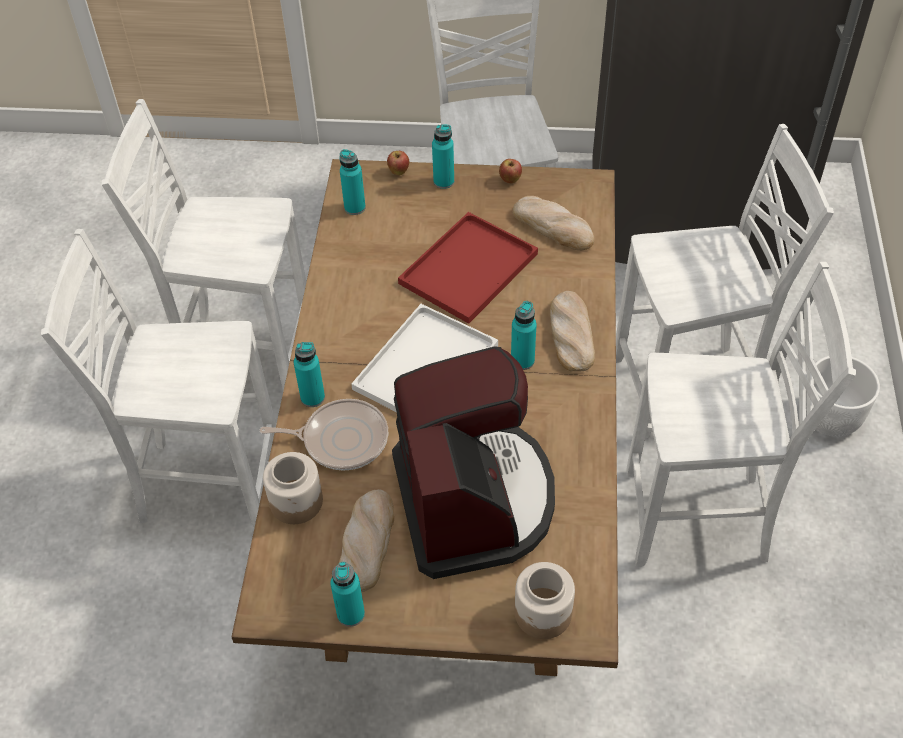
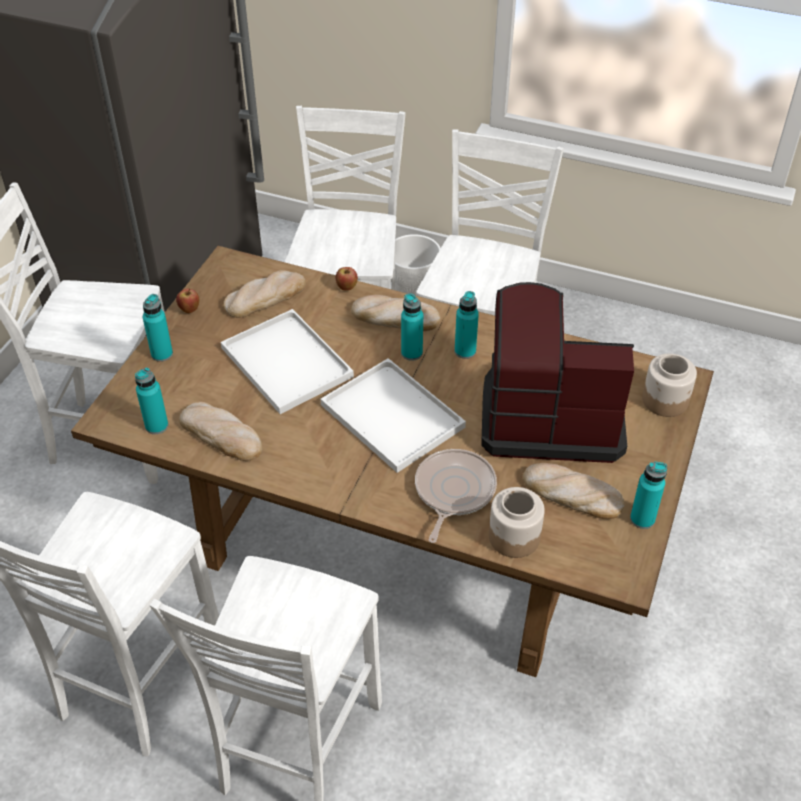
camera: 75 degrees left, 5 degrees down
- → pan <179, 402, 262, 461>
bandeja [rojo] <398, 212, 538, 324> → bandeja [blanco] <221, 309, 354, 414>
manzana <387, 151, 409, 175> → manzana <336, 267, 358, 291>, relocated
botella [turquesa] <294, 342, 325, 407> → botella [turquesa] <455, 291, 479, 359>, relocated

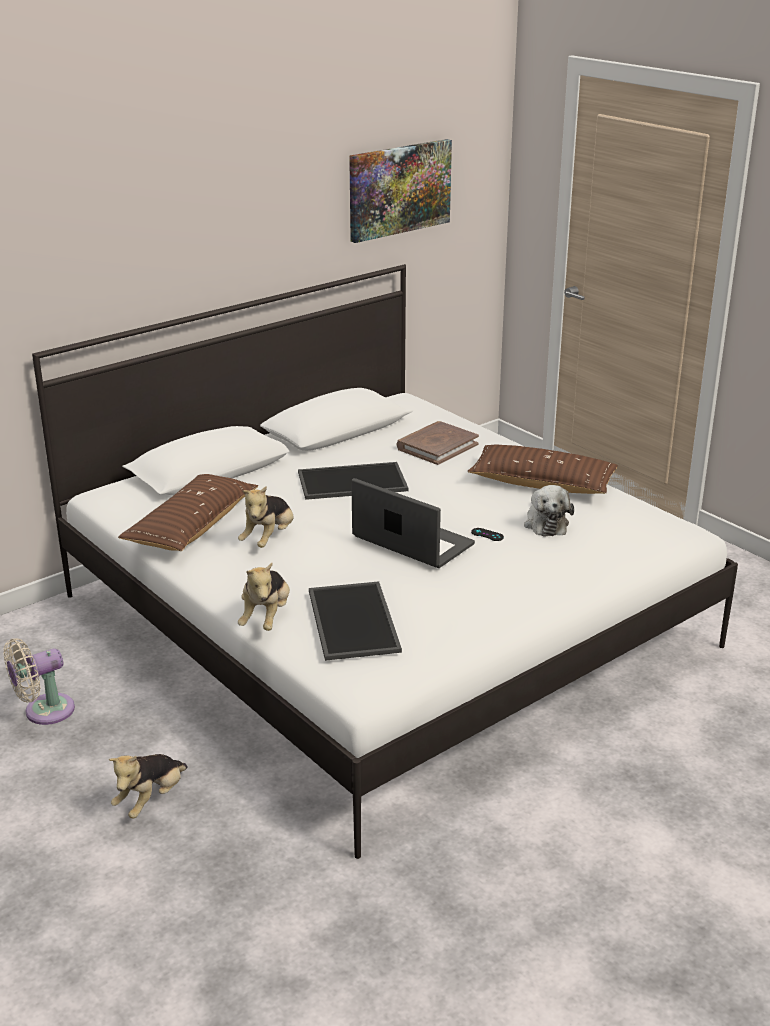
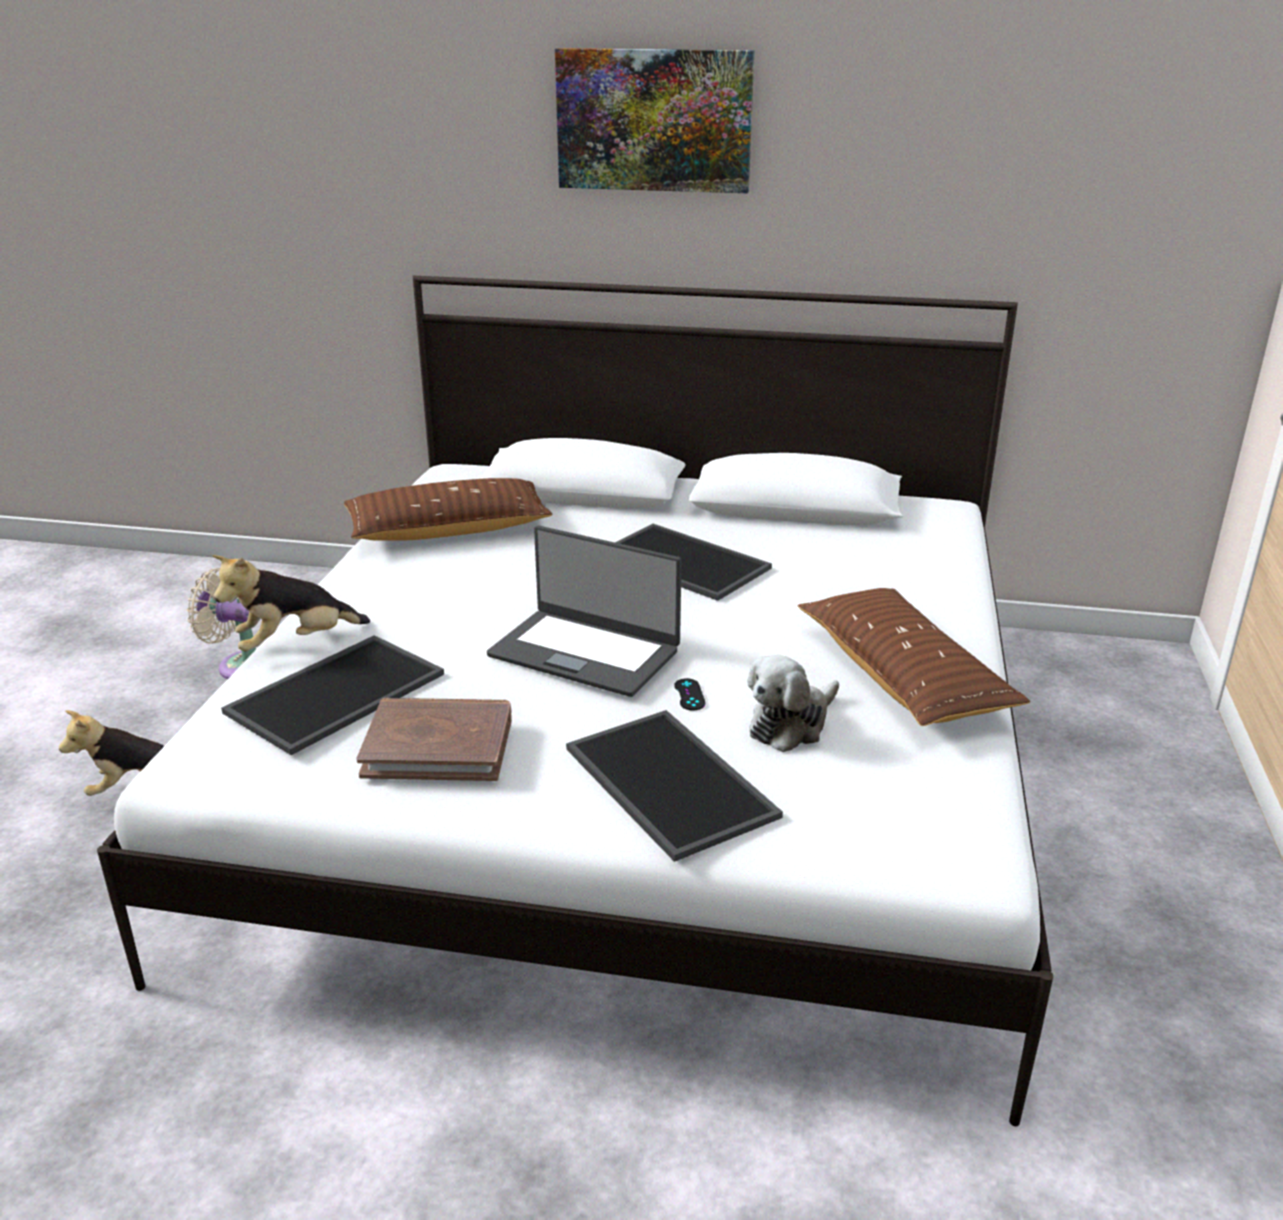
camera: 50 degrees right, 0 degrees up
libro [marrón] <397, 421, 479, 465> → libro [marrón] <356, 698, 512, 781>, relocated
portátil <351, 478, 475, 568> → portátil <487, 526, 682, 697>, 120 degrees clockwise
cuadro <349, 139, 452, 243> → cuadro <555, 48, 755, 193>, relocated
- → bandeja <566, 710, 783, 862>
peluche <238, 486, 294, 548> → -

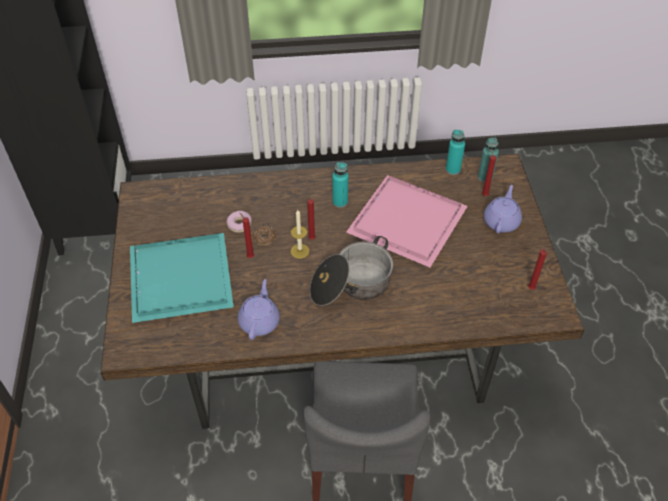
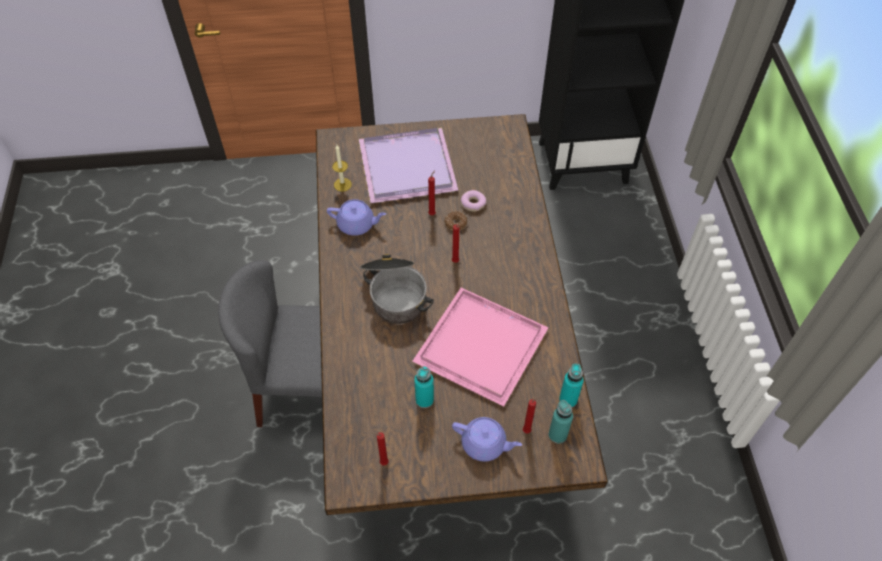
camera: 90 degrees right, 5 degrees up
vela <291, 210, 309, 259> → vela <332, 145, 352, 192>, relocated
bandeja [turquesa] <130, 233, 234, 323> → bandeja [morado] <359, 128, 459, 203>
botella [turquesa] <332, 162, 348, 208> → botella [turquesa] <414, 366, 434, 408>, relocated

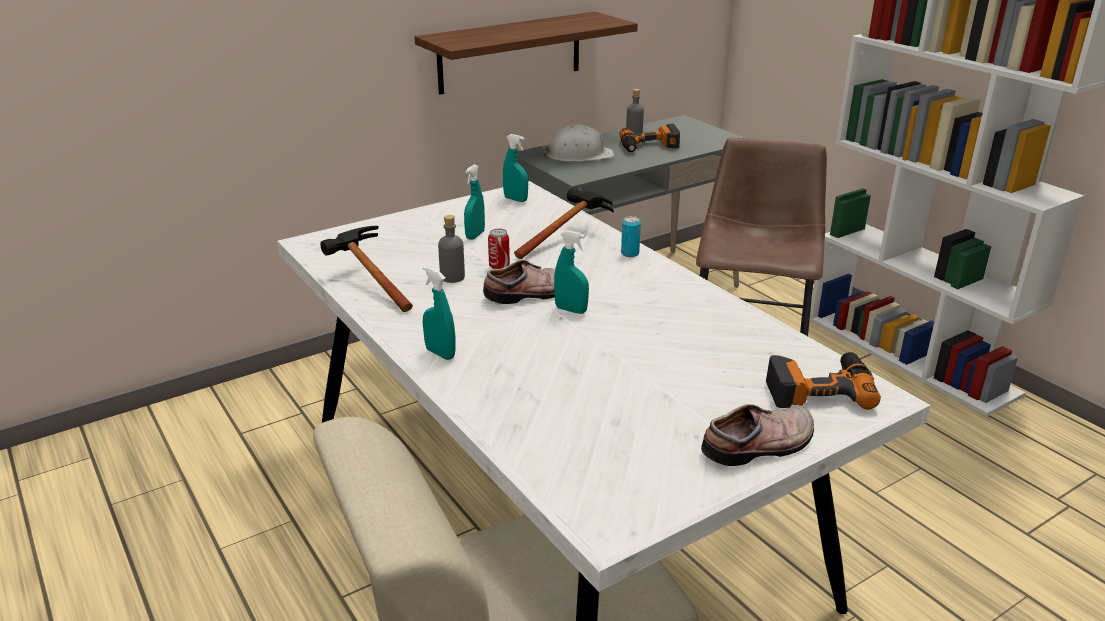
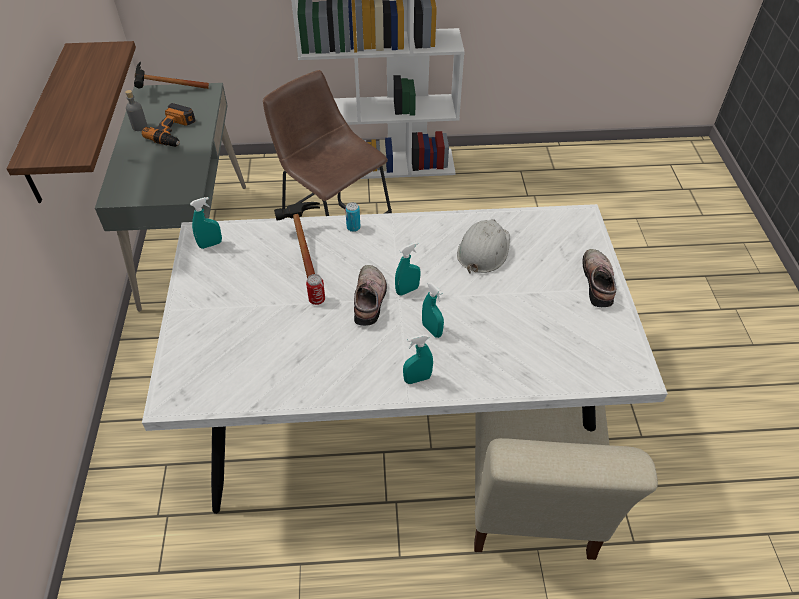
camera: 60 degrees left, 20 degrees up
martillo <321, 226, 413, 312> → martillo <134, 61, 209, 89>, relocated
pulverizador [turquesa] <464, 165, 485, 240> → pulverizador [turquesa] <422, 282, 444, 338>, relocated
casco [blanco] <542, 124, 614, 162> → casco [blanco] <457, 219, 510, 274>, relocated
botella [gris] <438, 215, 465, 283> → -
taladro <766, 352, 881, 410> → -

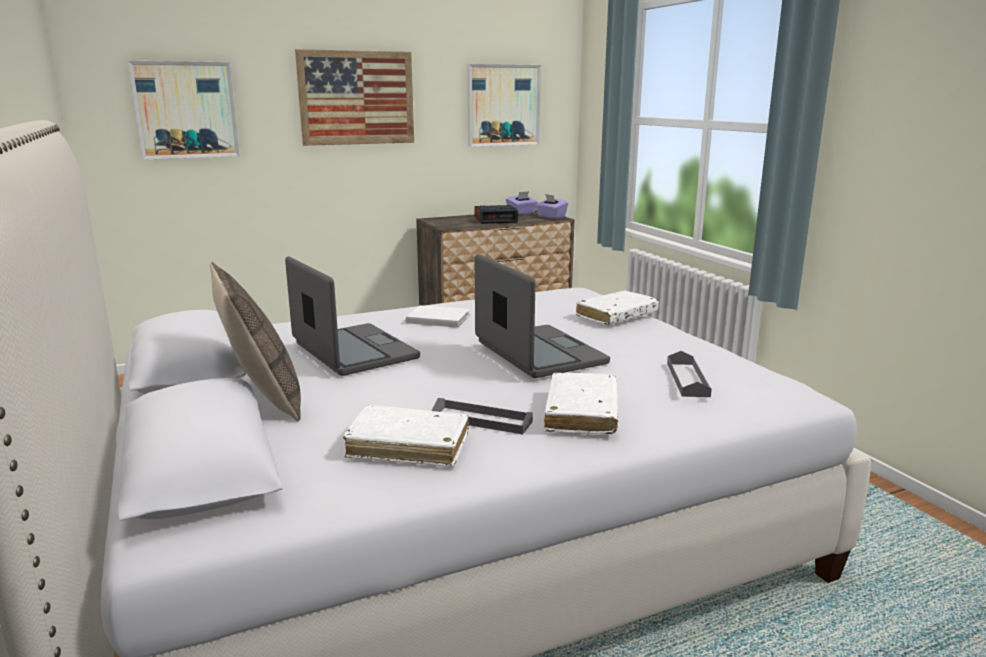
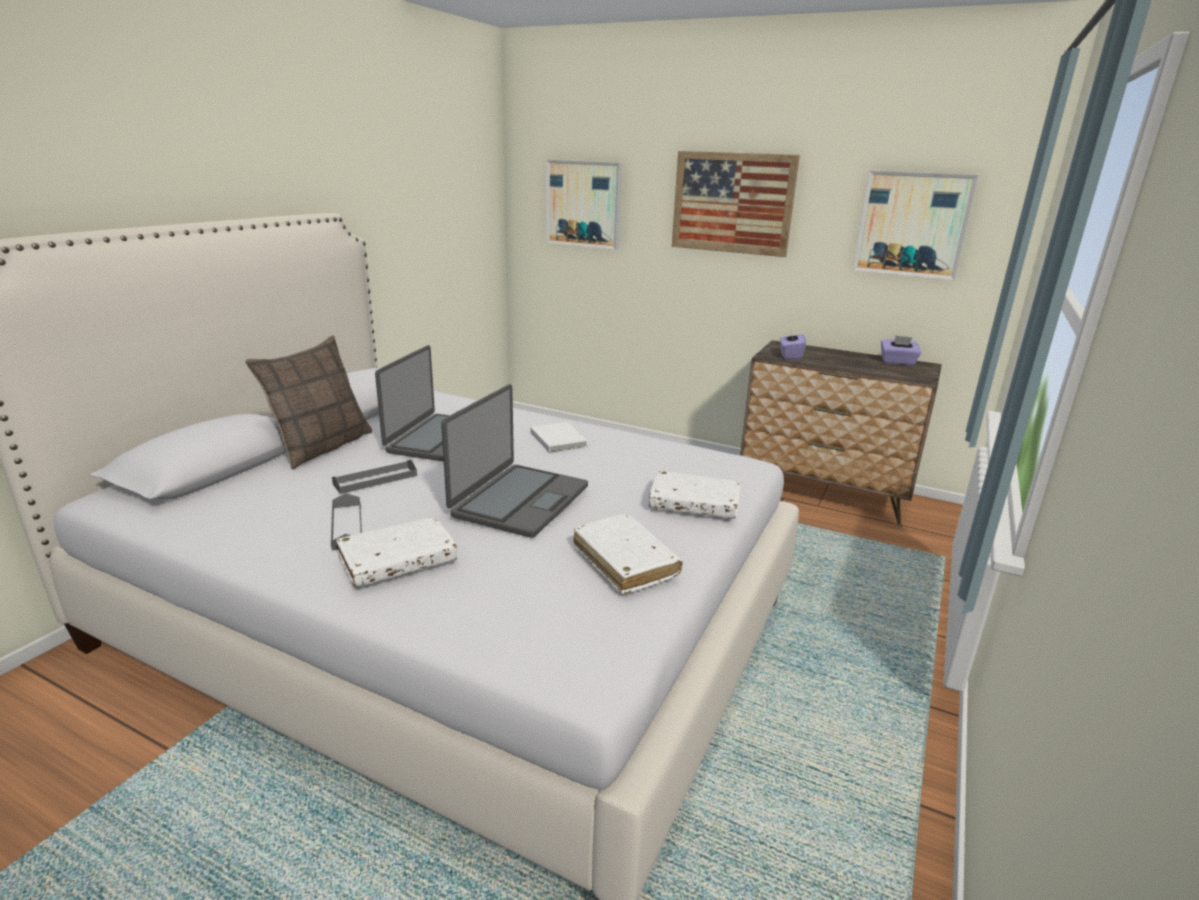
camera: 50 degrees right, 5 degrees up
bandeja [gris] <667, 351, 712, 397> → bandeja [gris] <332, 459, 417, 494>, relocated
libro [blanco] <343, 405, 469, 467> → libro [blanco] <573, 514, 683, 594>, relocated
caja de pañuelos [morado] <535, 194, 568, 219> → caja de pañuelos [morado] <780, 328, 806, 360>, relocated
despertador <474, 205, 518, 224> → -

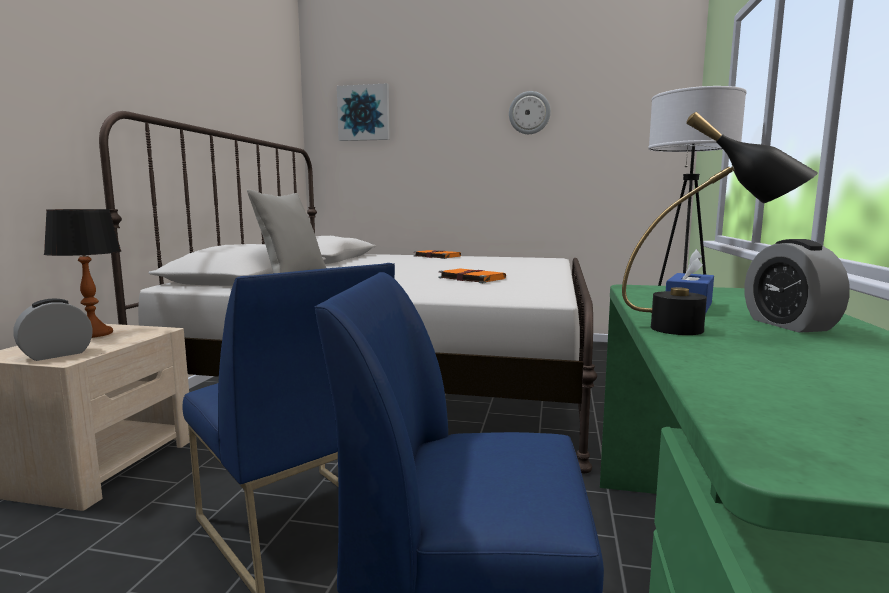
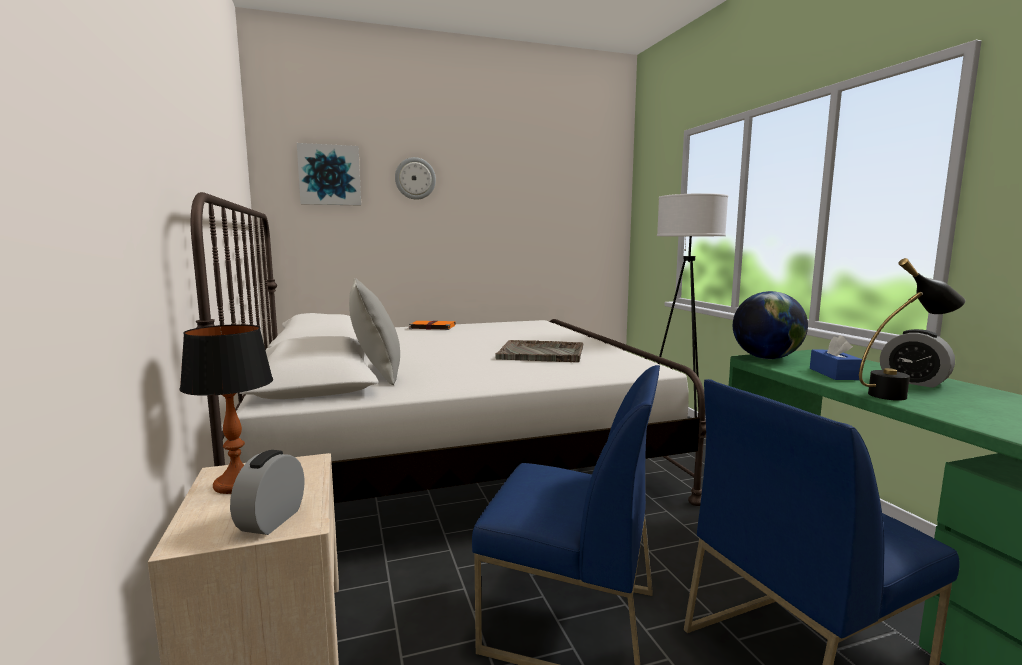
camera: 30 degrees left, 0 degrees up
reloj de pared <509, 91, 551, 134> → reloj de pared <395, 157, 436, 200>, relocated
libro [naranja] <438, 268, 506, 283> → bandeja [gris] <495, 340, 584, 362>
- → globo terráqueo <733, 291, 808, 359>

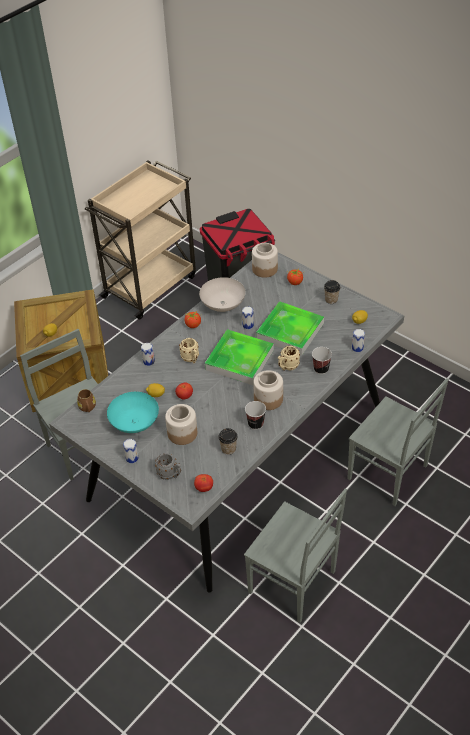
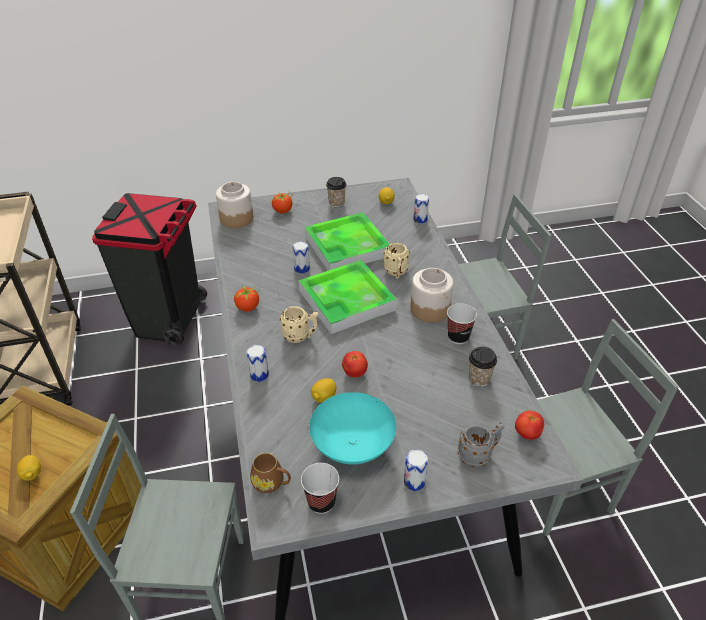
camera: 55 degrees left, 5 degrees down
taza <312, 347, 332, 374> → taza <301, 463, 339, 514>, relocated
tarro <165, 404, 197, 445> → -
cuenco [blanco] <199, 277, 245, 312> → -

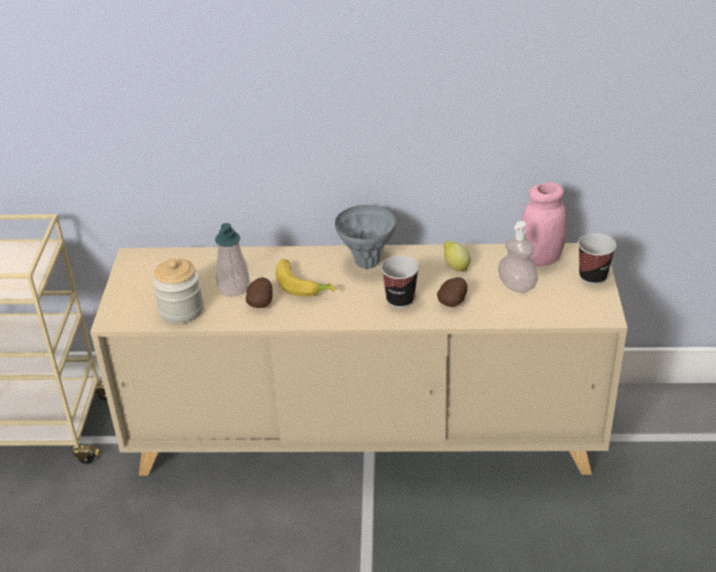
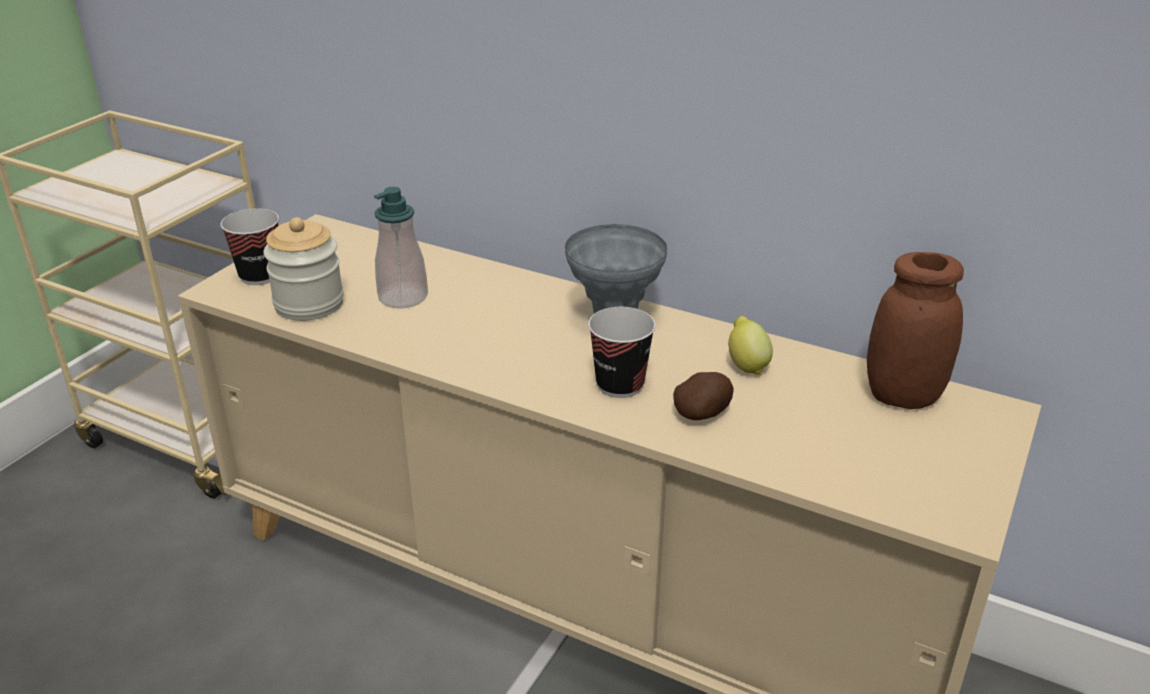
camera: 25 degrees right, 5 degrees down
taza <578, 233, 616, 285> → taza <220, 208, 279, 285>, relocated
tarro [rosa] <522, 182, 567, 266> → tarro [marrón] <867, 252, 964, 409>
patata <246, 277, 273, 308> → -
plátano <276, 260, 335, 297> → -
dispensador de jabón <498, 221, 538, 293> → -

